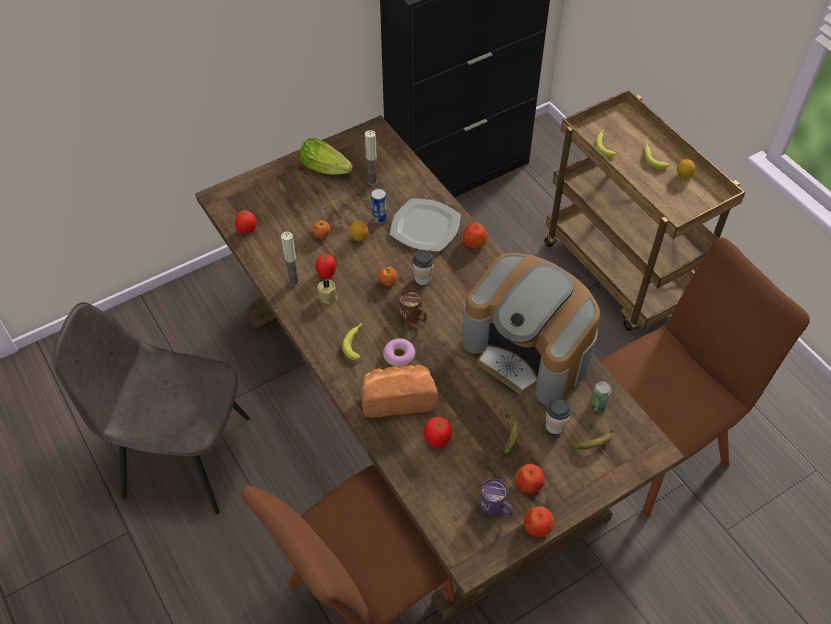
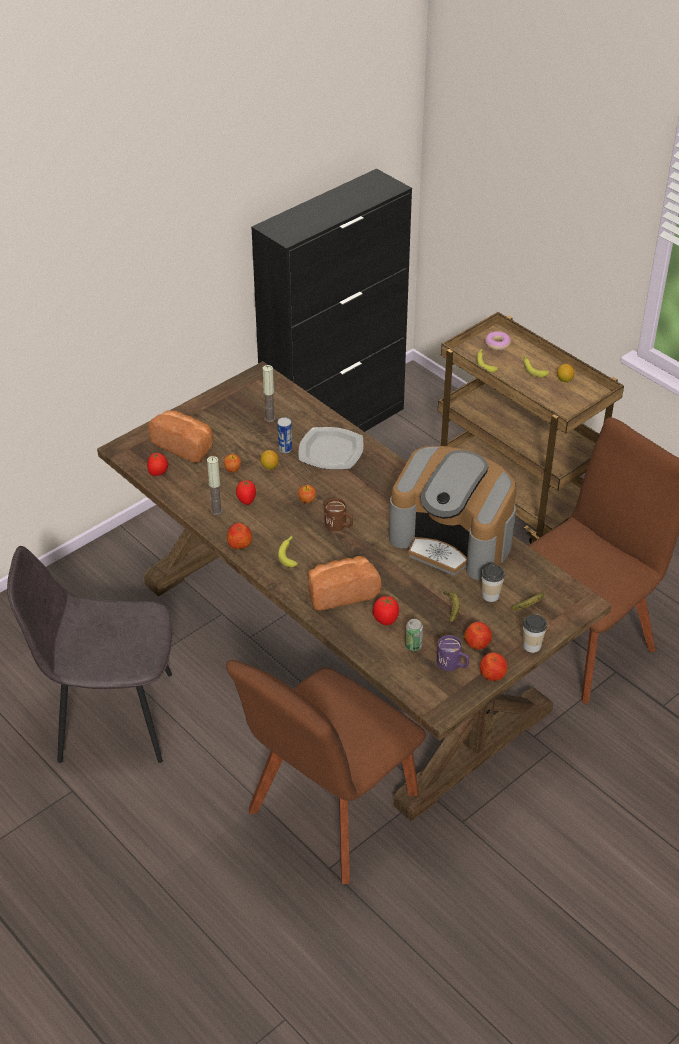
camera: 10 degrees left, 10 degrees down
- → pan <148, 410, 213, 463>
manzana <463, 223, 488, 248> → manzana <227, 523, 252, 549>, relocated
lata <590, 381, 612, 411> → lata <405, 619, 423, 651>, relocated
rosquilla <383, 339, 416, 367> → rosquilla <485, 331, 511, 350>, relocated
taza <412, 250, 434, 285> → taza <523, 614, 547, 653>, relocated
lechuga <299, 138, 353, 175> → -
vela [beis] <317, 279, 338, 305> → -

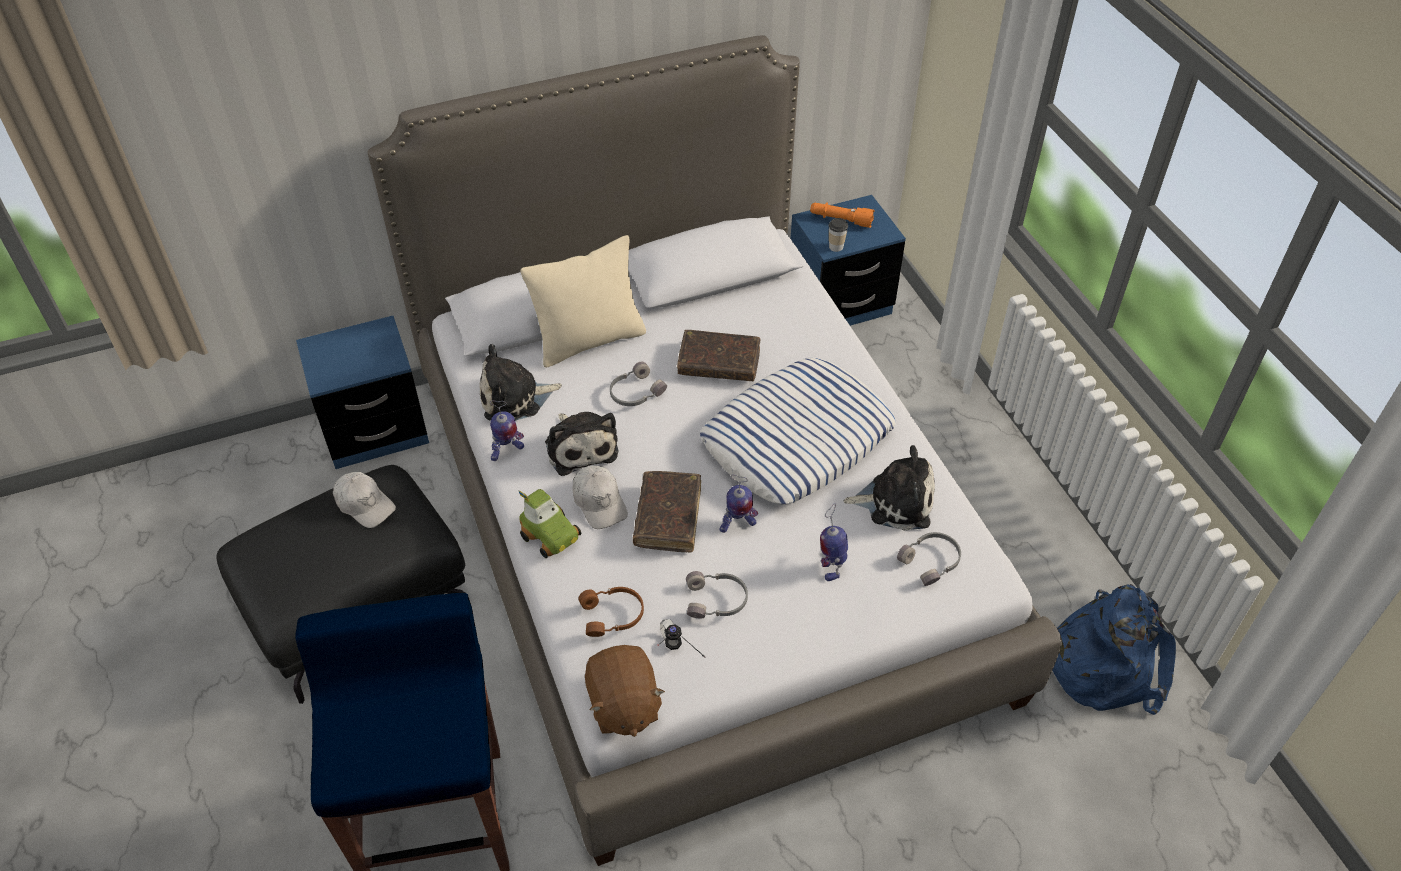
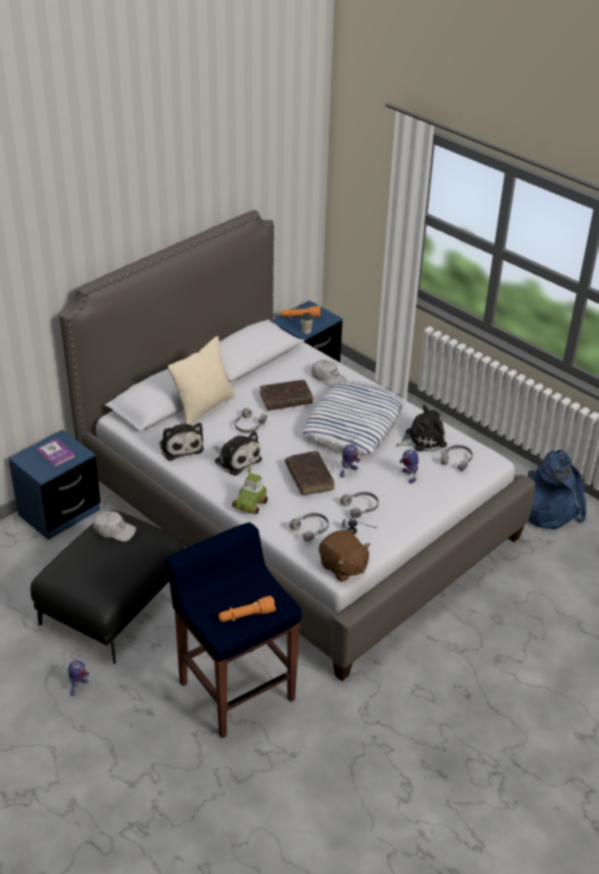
camera: 25 degrees left, 10 degrees down
- → libro <37, 439, 76, 467>
robot de juguete <490, 401, 524, 461> → robot de juguete <68, 653, 89, 696>, relocated
peluche <479, 344, 562, 421> → peluche <159, 423, 204, 461>, 75 degrees counterclockwise
- → linterna [naranja] <218, 596, 276, 622>
coche de juguete <519, 489, 581, 558> → coche de juguete <232, 466, 268, 514>, 90 degrees clockwise
auriculares [marrón] <578, 587, 644, 637> → auriculares [gris] <290, 513, 329, 542>
gorra [blanco] <573, 466, 628, 529> → gorra [blanco] <311, 359, 347, 387>, relocated

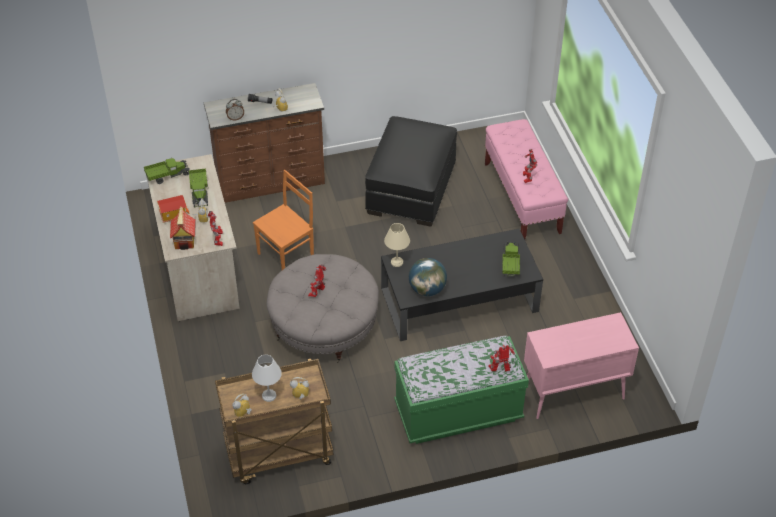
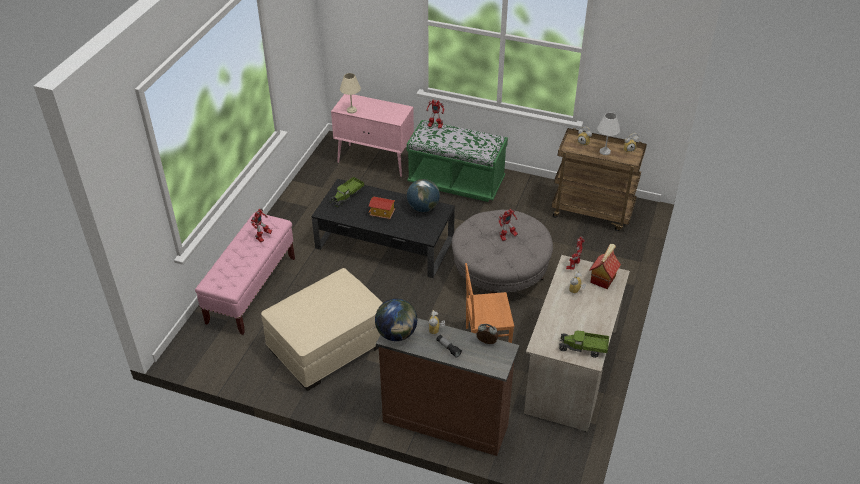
camera: 145 degrees left, 5 degrees down
puf [negro] <365, 116, 457, 227> → puf [beis] <261, 268, 383, 391>
lámpara de mesa [beis] <384, 223, 410, 267> → lámpara de mesa [beis] <340, 73, 361, 113>, relocated
casita <157, 195, 190, 223> → casita <368, 196, 395, 219>, relocated
- → globo terráqueo <375, 299, 417, 341>
camión de juguete <189, 169, 208, 208> → -

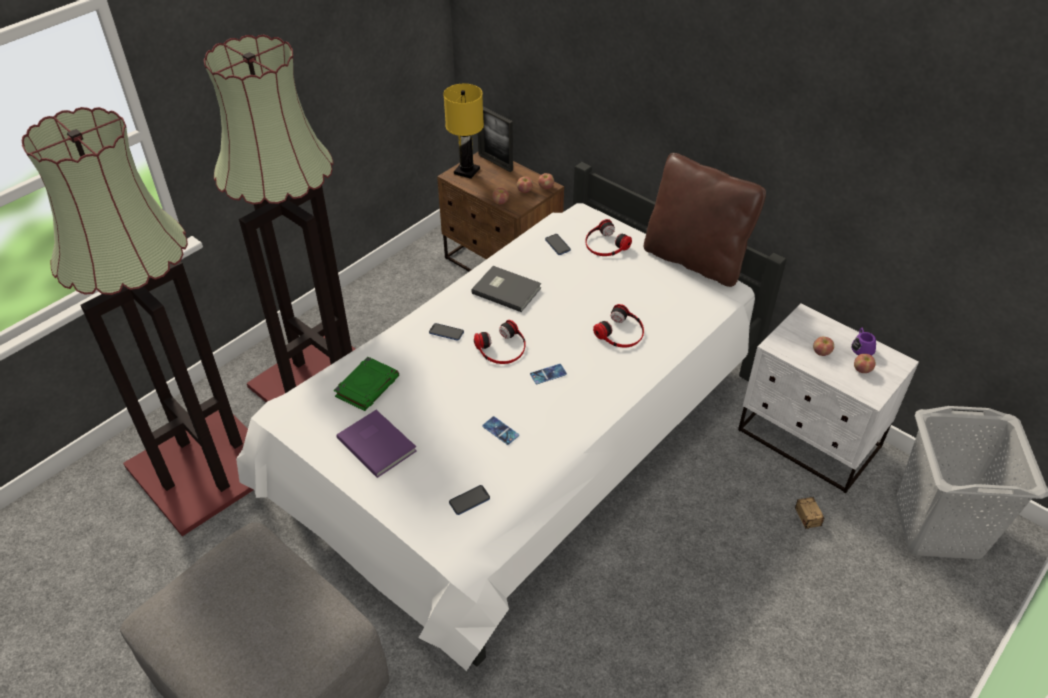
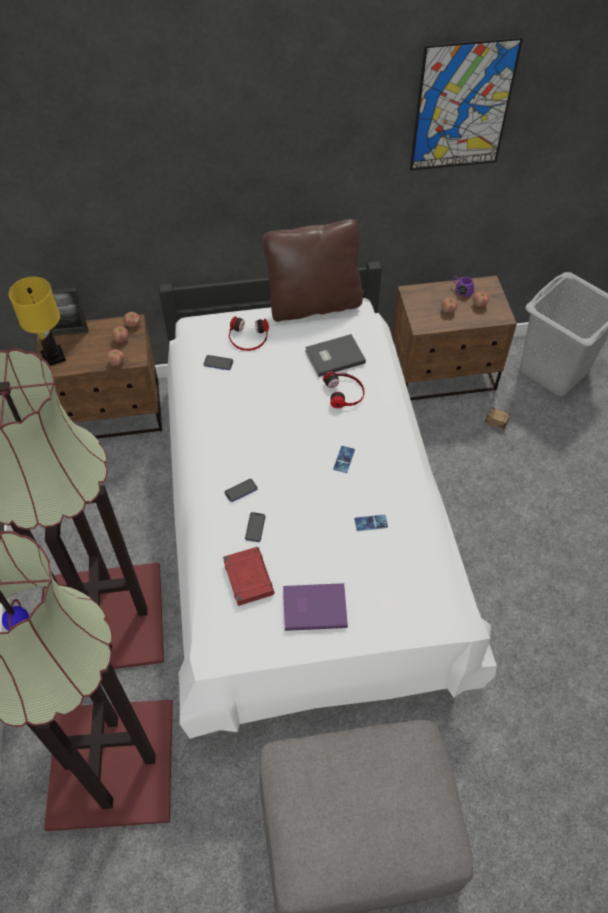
camera: 50 degrees left, 10 degrees up
libro [verde] <334, 357, 399, 411> → libro [rojo] <223, 547, 275, 606>
móvil <449, 485, 490, 515> → móvil <245, 512, 266, 542>, relocated
libro [gris] <471, 266, 542, 312> → libro [gris] <305, 334, 366, 377>, relocated
mesita de noche [blanco] <738, 303, 919, 493> → mesita de noche [marrón] <392, 276, 517, 400>
- → cuadro <410, 37, 523, 171>
auriculares <474, 320, 526, 364> → -

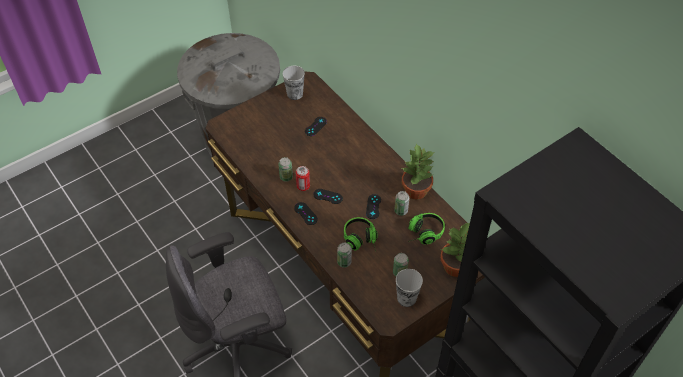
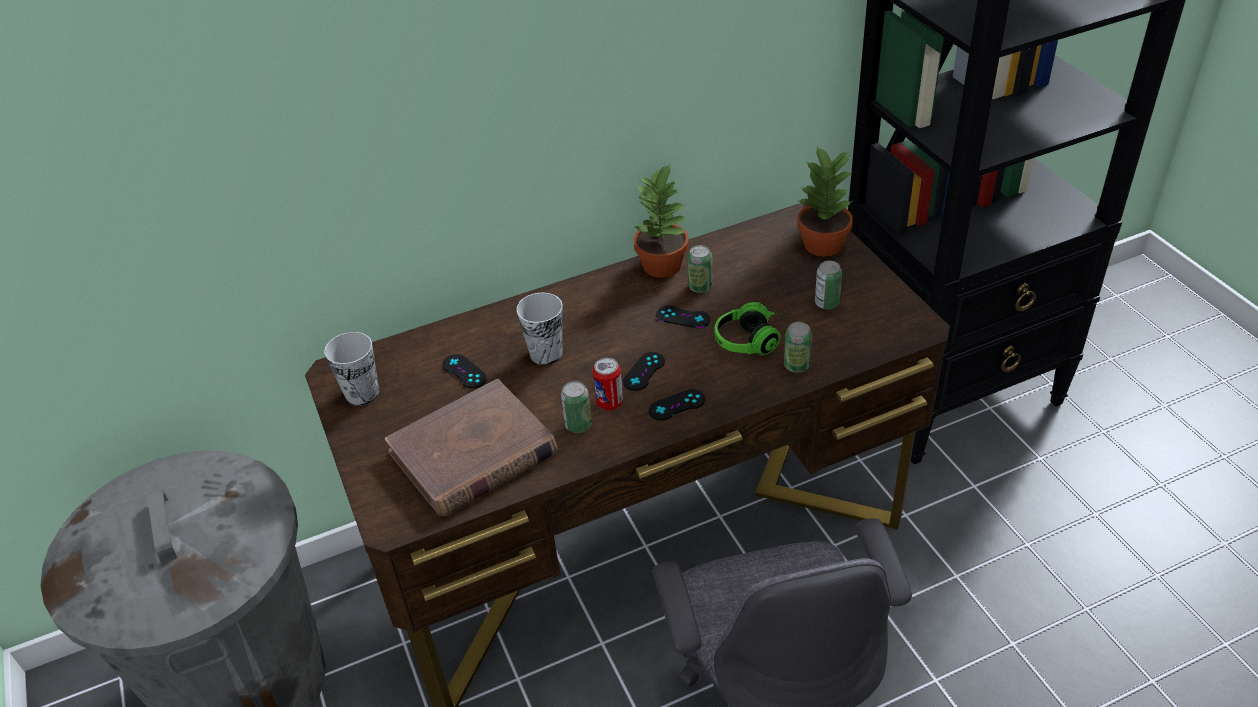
camera: 75 degrees left, 10 degrees down
- → libro [marrón] <385, 379, 558, 516>
taza <396, 269, 423, 307> → taza <516, 293, 563, 365>, relocated
auriculares <408, 213, 445, 244> → -

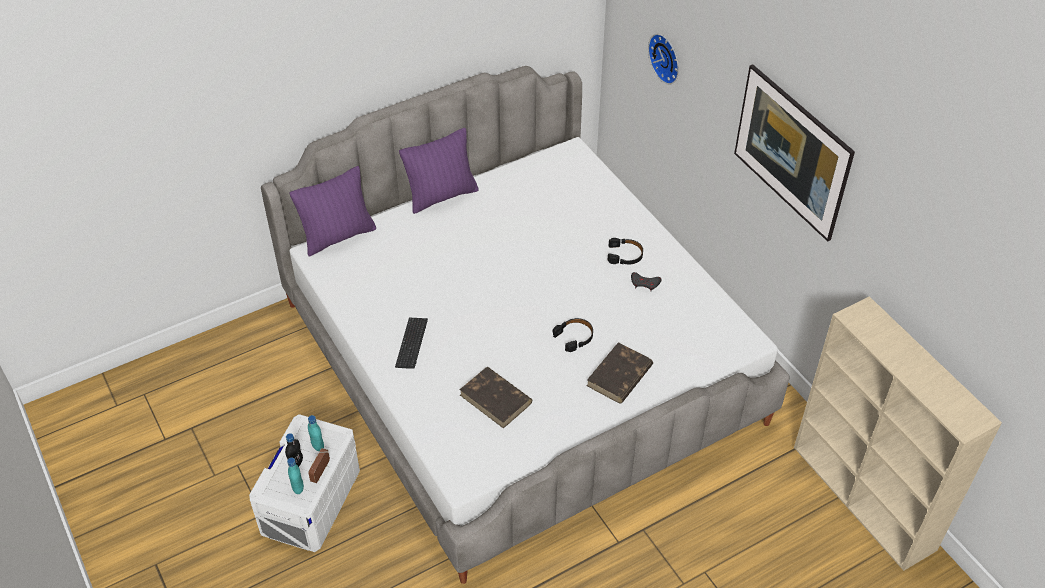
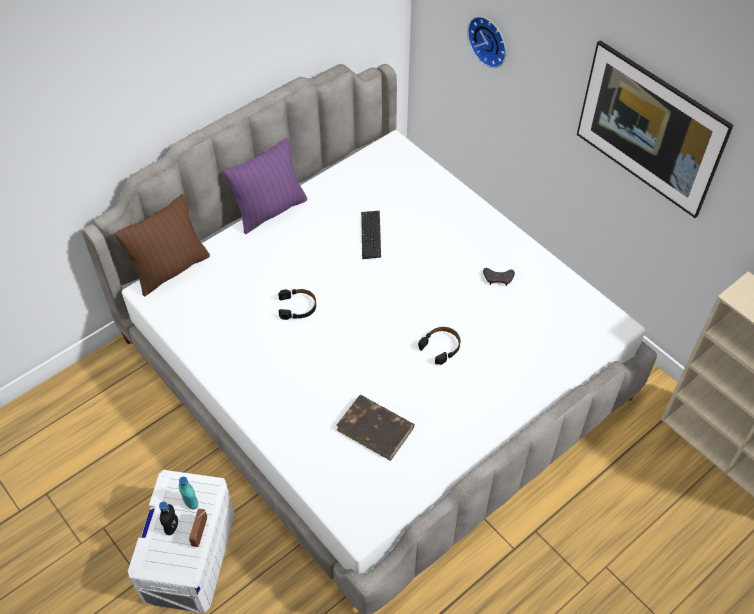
camera: 10 degrees left, 5 degrees up
cojín [morado] <290, 166, 376, 257> → cojín [marrón] <115, 194, 210, 296>
auriculares [negro] <608, 238, 643, 264> → auriculares [negro] <278, 289, 316, 320>, relocated
teclado <395, 318, 428, 369> → teclado <361, 211, 381, 259>, relocated
botella [turquesa] <287, 458, 304, 494> → -
libro [marrón] <587, 342, 653, 404> → -

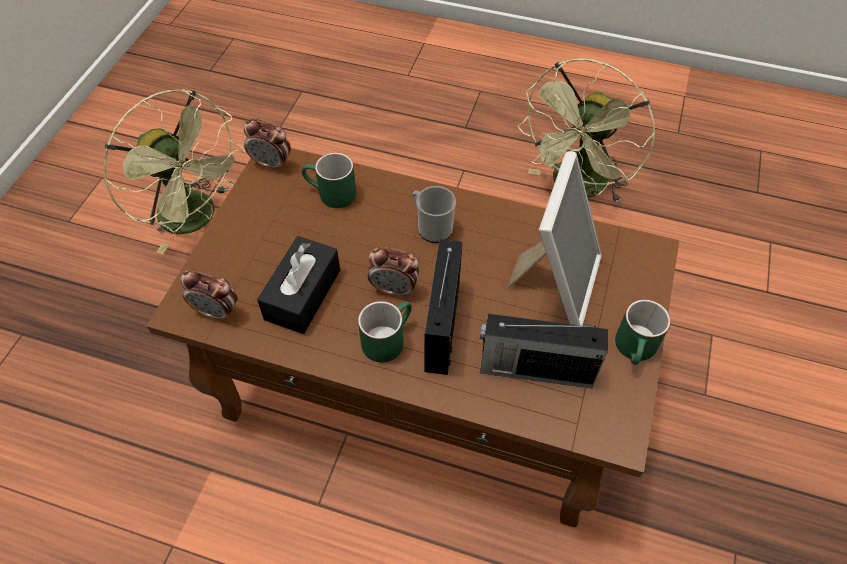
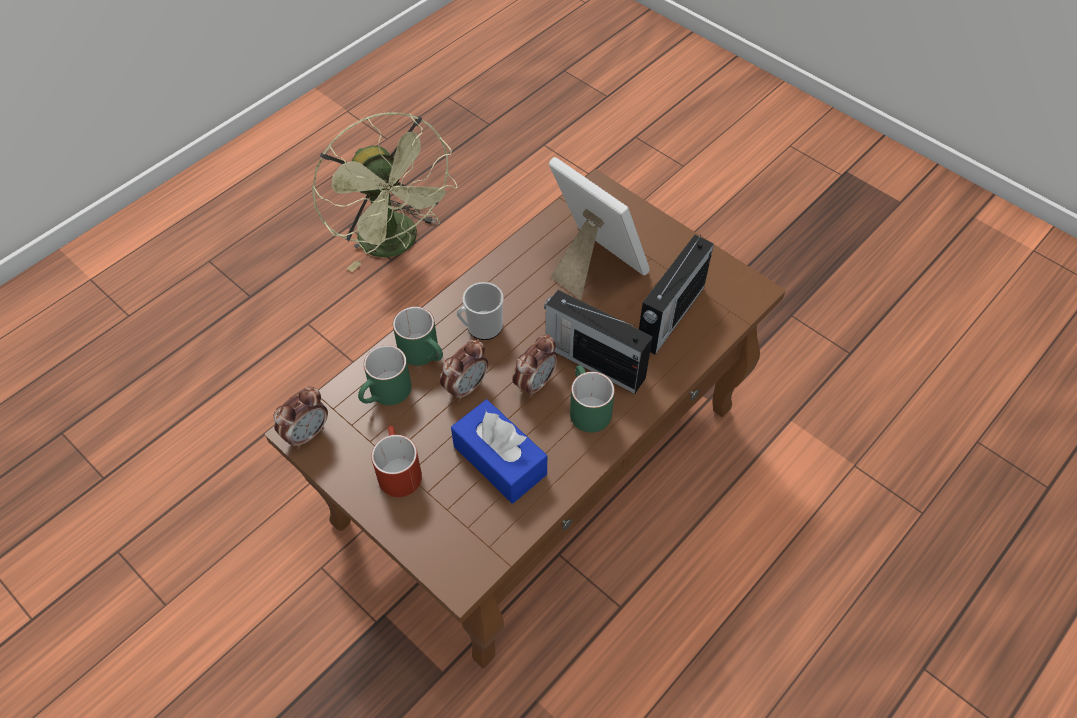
camera: 65 degrees left, 0 degrees up
- → taza grande [rojo] <371, 426, 422, 497>
taza grande [verde] <615, 299, 671, 365> → taza grande [verde] <393, 307, 443, 366>, relocated
despertador <180, 269, 237, 321> → despertador <440, 339, 488, 402>, relocated
caja de pañuelos [negro] <257, 236, 340, 334> → caja de pañuelos [azul] <451, 399, 547, 503>
ventilador [verde] <104, 89, 245, 254> → -

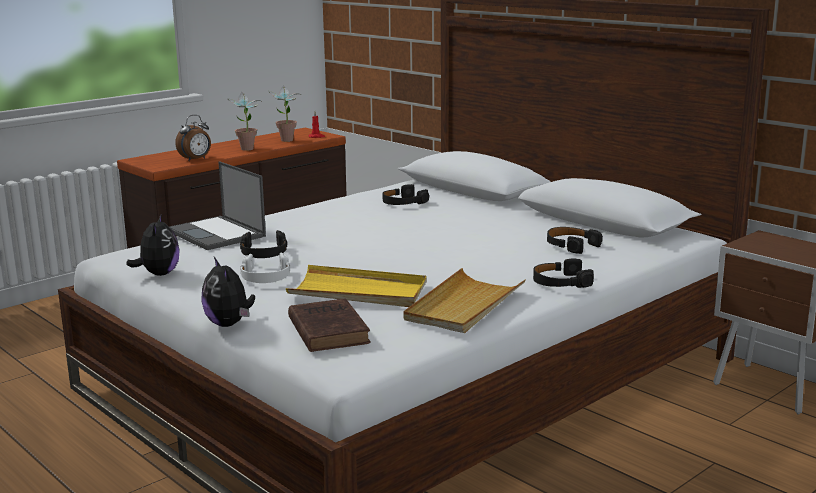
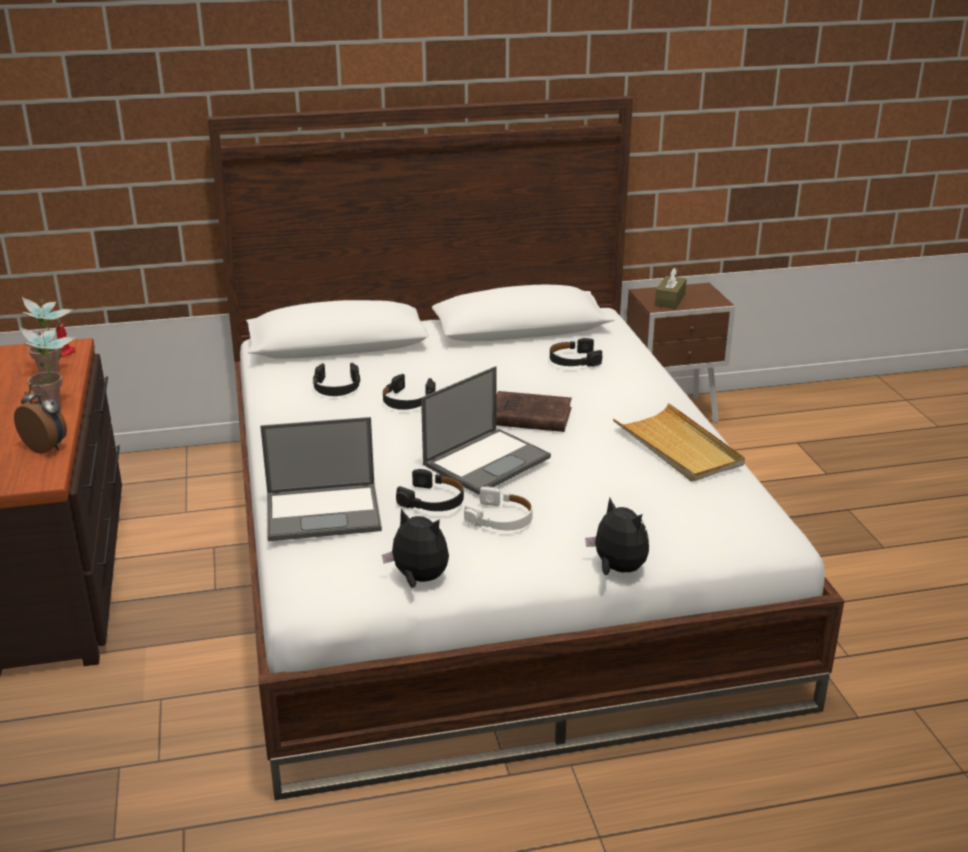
camera: 60 degrees left, 10 degrees up
despertador <175, 115, 211, 161> → despertador <14, 383, 67, 454>, 45 degrees counterclockwise
auriculares [negro] <533, 259, 594, 288> → auriculares [negro] <383, 374, 435, 410>, relocated
- → portátil <421, 366, 551, 495>
libro [marrón] <288, 299, 371, 352> → libro [marrón] <496, 391, 572, 432>, relocated
peluche <201, 257, 255, 327> → peluche <585, 498, 649, 575>, 135 degrees counterclockwise
- → caja de pañuelos [marrón] <655, 268, 687, 309>
bandeja [amarillo] <286, 265, 427, 307> → -

